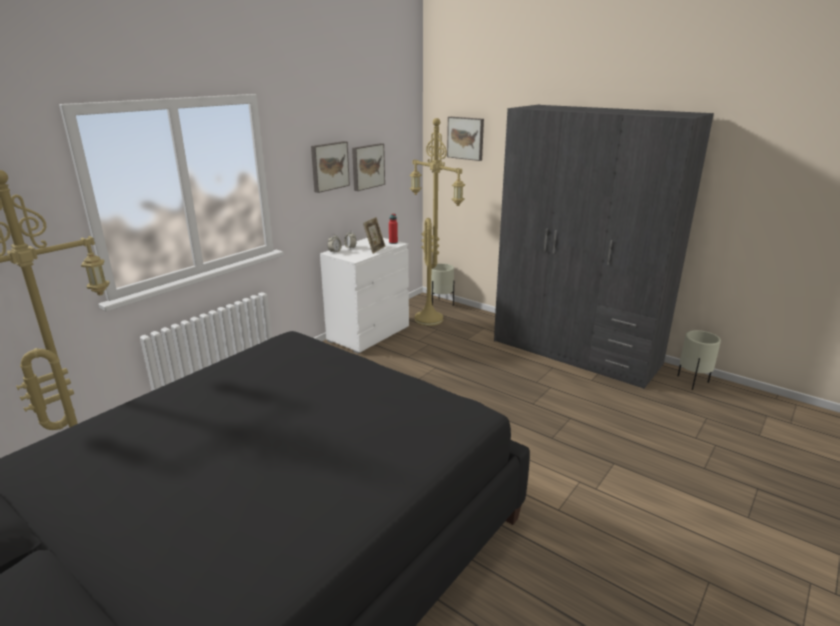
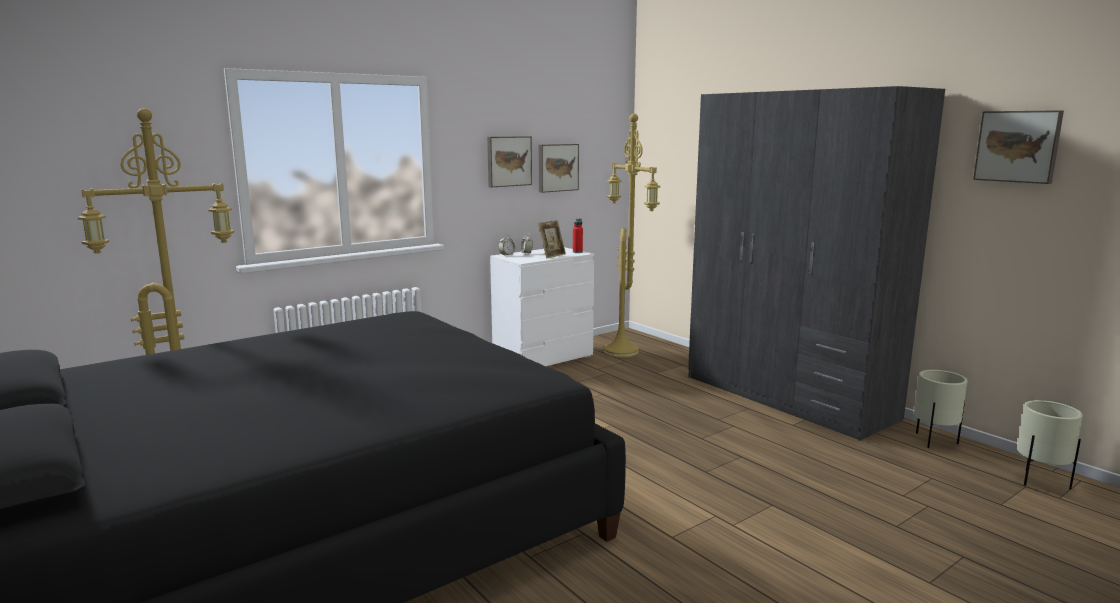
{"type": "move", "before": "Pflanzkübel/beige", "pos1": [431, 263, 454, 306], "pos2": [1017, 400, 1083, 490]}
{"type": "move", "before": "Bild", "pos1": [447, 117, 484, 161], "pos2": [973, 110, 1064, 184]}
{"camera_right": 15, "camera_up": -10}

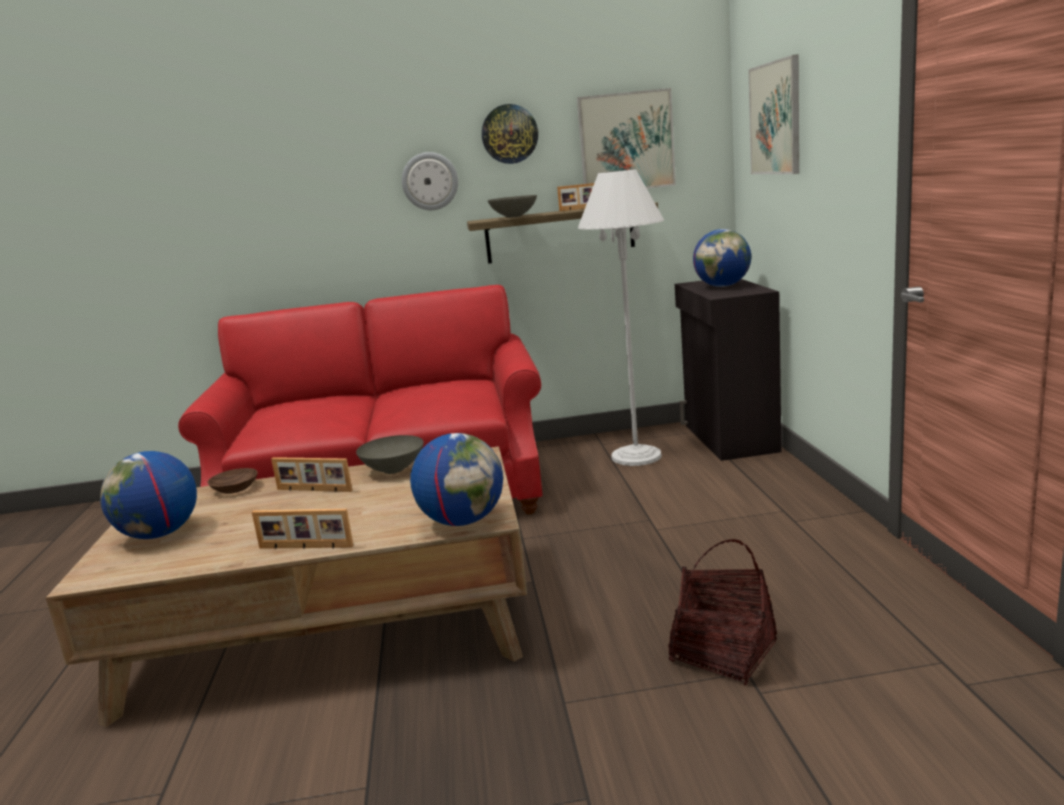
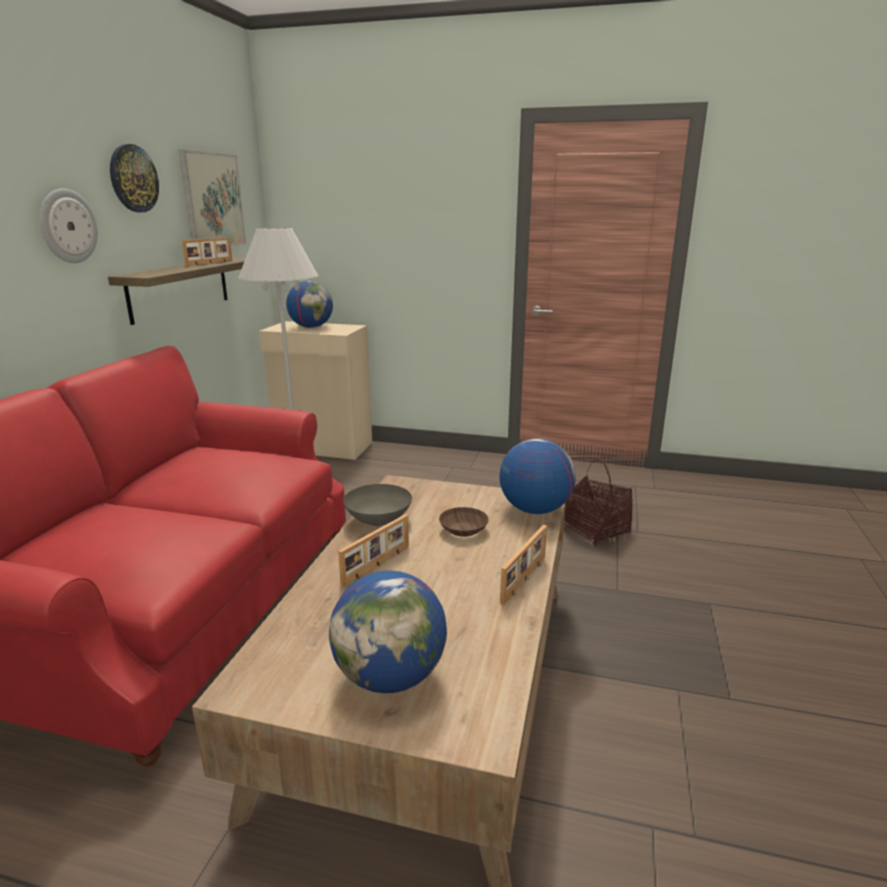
{"type": "delete", "before": "Schüssel/grau", "pos1": [488, 195, 537, 218]}
{"type": "delete", "before": "Bild", "pos1": [749, 54, 799, 174]}
{"type": "move", "before": "Schüssel/braun", "pos1": [207, 468, 258, 494], "pos2": [439, 507, 489, 537]}
{"type": "recolor", "before": "Schrank/schwarz", "after": "Schrank/beige", "pos1": [675, 279, 781, 461], "pos2": [259, 321, 372, 460]}
{"camera_right": -70, "camera_up": 5}

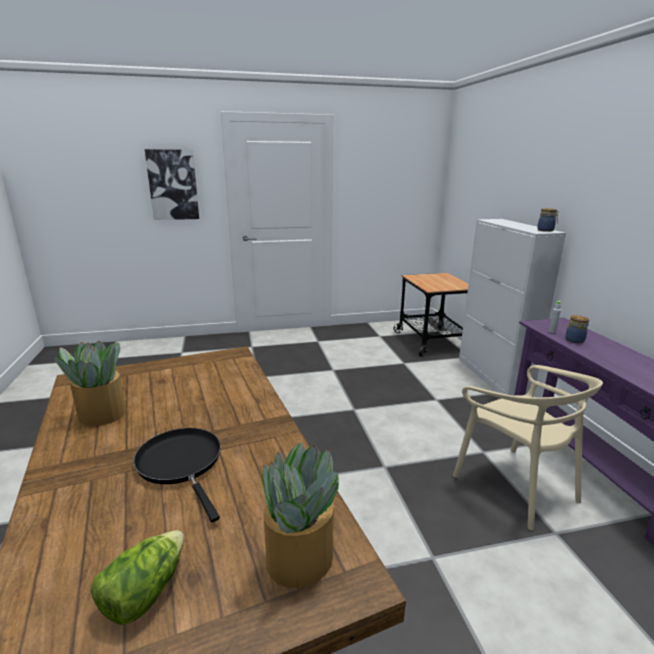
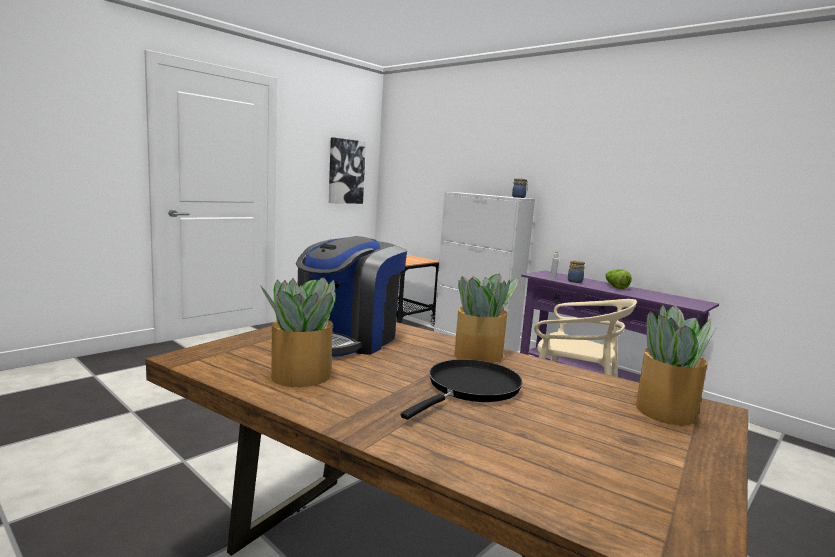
{"type": "insert", "after": "Kaffeemaschine", "pos2": [296, 236, 407, 357]}
{"type": "insert", "after": "Topfpflanze", "pos2": [454, 274, 518, 363]}
{"type": "move", "before": "Salatkopf", "pos1": [91, 530, 184, 625], "pos2": [606, 269, 632, 289]}
{"type": "move", "before": "Bild", "pos1": [145, 149, 199, 220], "pos2": [329, 137, 366, 204]}
{"type": "rotate", "before": "Pfanne/schwarz", "pos1": [133, 428, 221, 522], "pos2": [401, 359, 523, 420], "turn": 105}
{"camera_right": -35, "camera_up": -10}

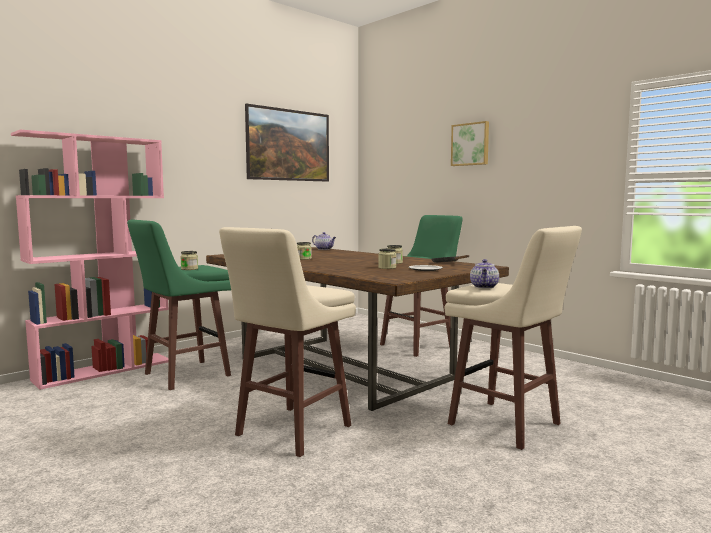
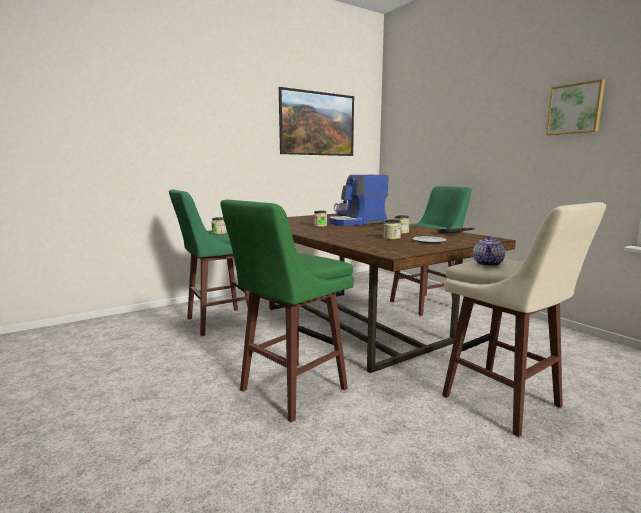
{"type": "delete", "before": "Bücherregal/rosa", "pos1": [11, 129, 169, 390]}
{"type": "insert", "after": "Kaffeemaschine", "pos2": [329, 175, 388, 226]}
{"type": "move", "before": "Bild", "pos1": [451, 121, 489, 166], "pos2": [546, 79, 605, 135]}
{"type": "recolor", "before": "Hocker/beige", "after": "Hocker/grün", "pos1": [219, 227, 356, 457], "pos2": [220, 200, 354, 423]}
{"camera_right": 10, "camera_up": 5}

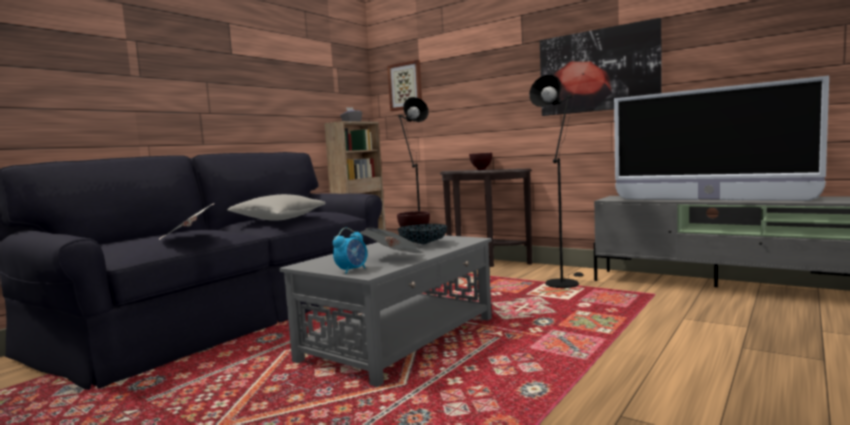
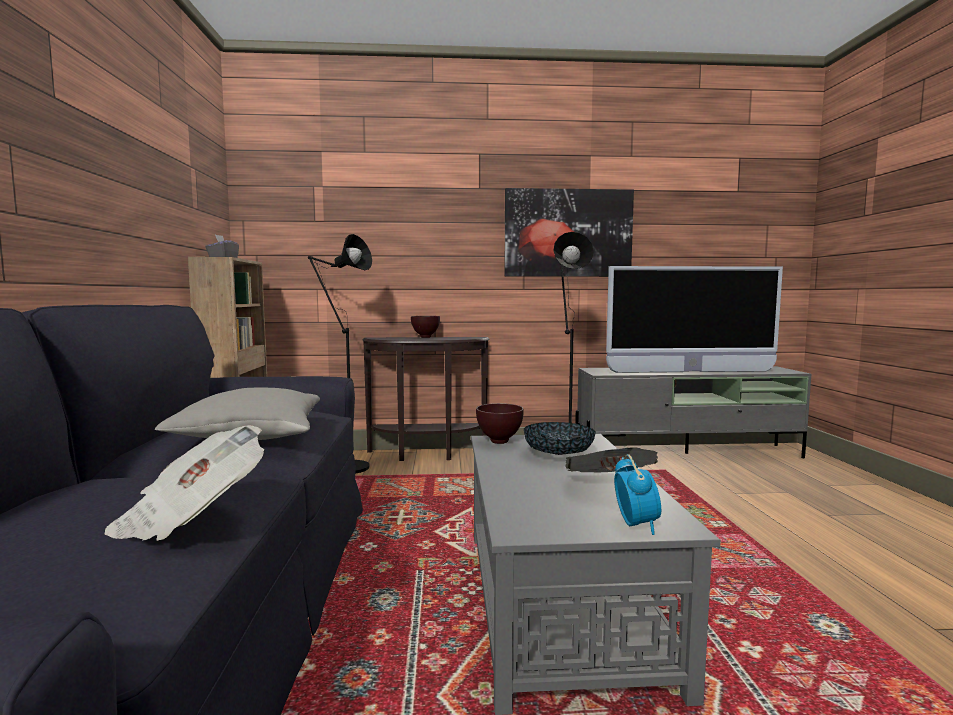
{"type": "delete", "before": "Bild", "pos1": [387, 60, 422, 111]}
{"camera_right": -40, "camera_up": 0}

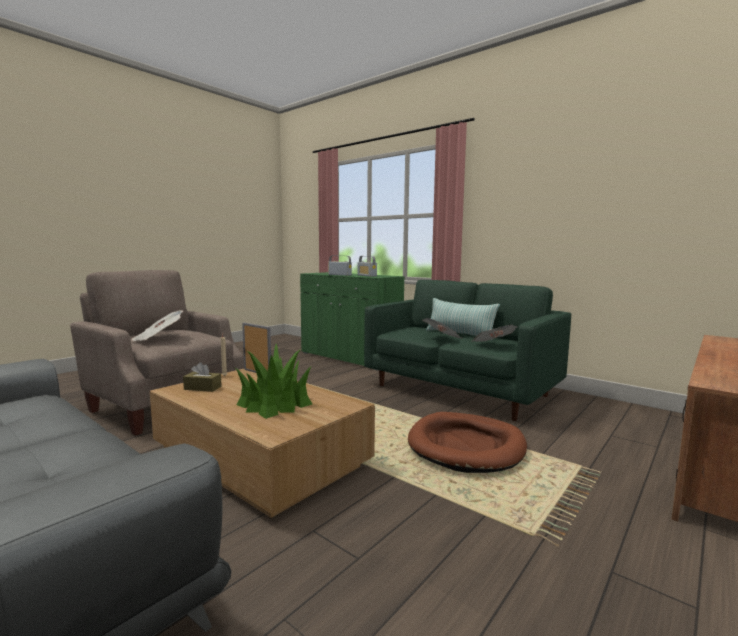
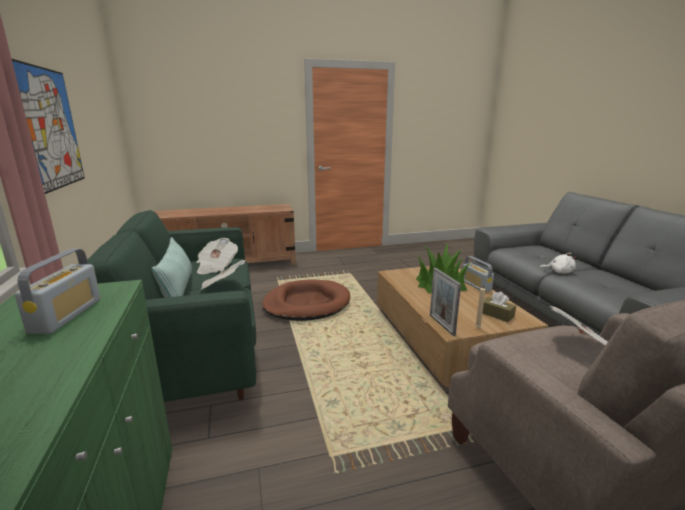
{"type": "insert", "after": "Bild", "pos2": [11, 58, 85, 194]}
{"type": "insert", "after": "Plüschtier/weiß", "pos2": [540, 253, 577, 273]}
{"type": "move", "before": "Radio", "pos1": [328, 256, 352, 276], "pos2": [462, 256, 494, 292]}
{"camera_right": -145, "camera_up": 10}

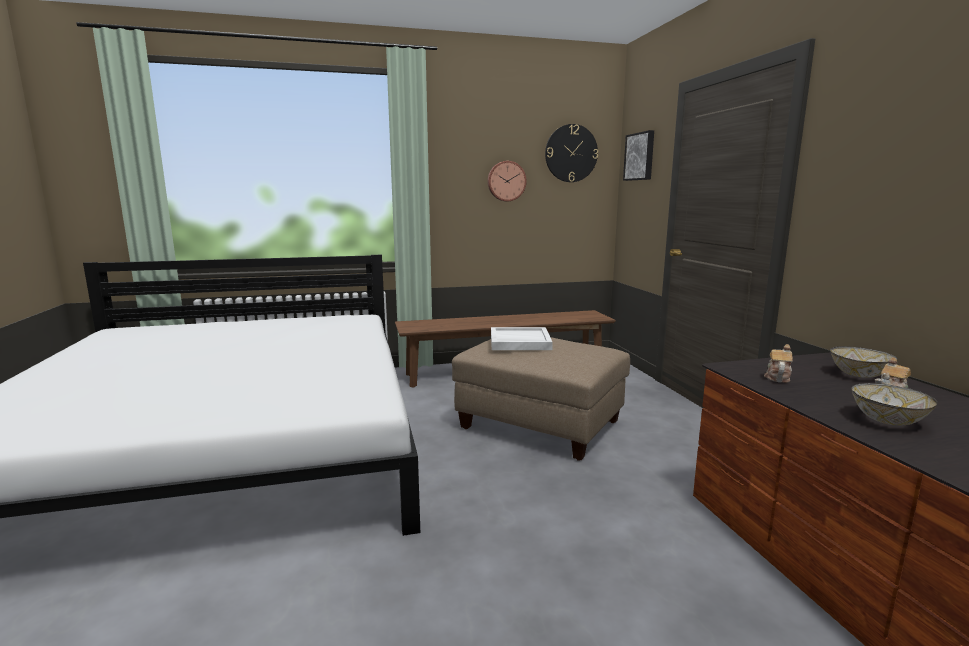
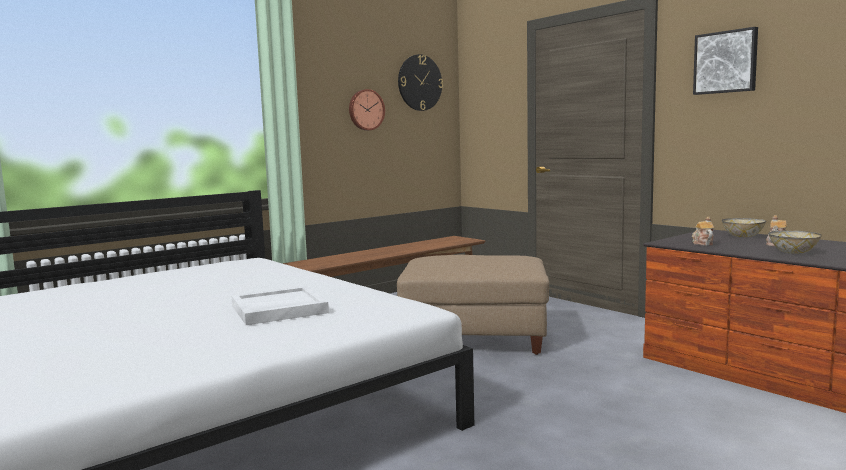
{"type": "move", "before": "Tablett/weiß", "pos1": [491, 327, 553, 350], "pos2": [231, 286, 329, 325]}
{"type": "move", "before": "Bild", "pos1": [623, 130, 654, 181], "pos2": [693, 27, 758, 95]}
{"camera_right": -25, "camera_up": -5}

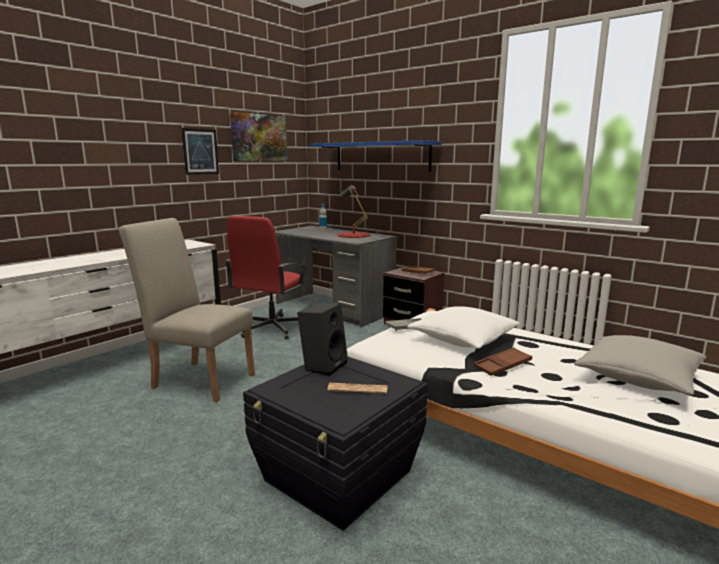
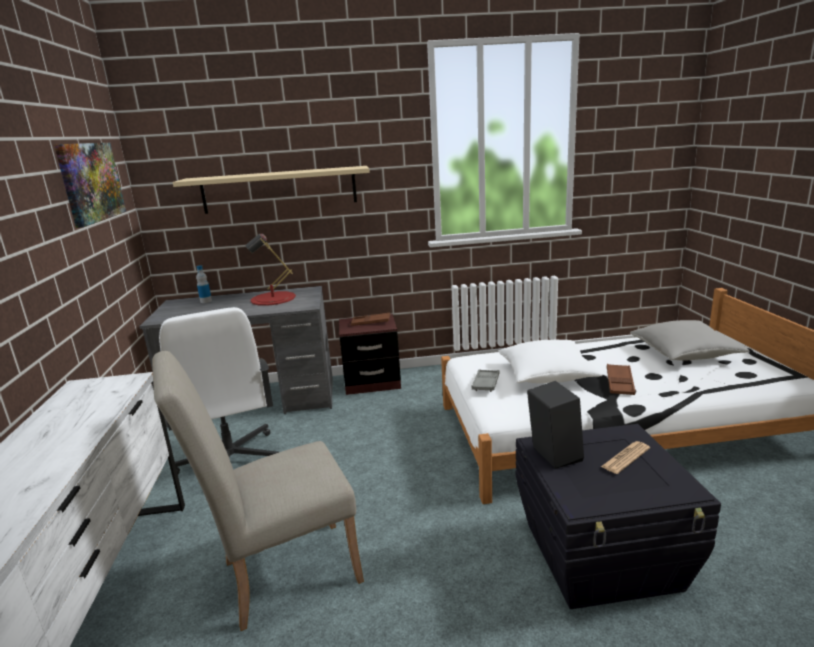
{"type": "delete", "before": "Bild", "pos1": [181, 128, 219, 175]}
{"type": "recolor", "before": "Bürostuhl/rot", "after": "Bürostuhl/weiß", "pos1": [225, 216, 308, 339], "pos2": [159, 307, 279, 474]}
{"type": "recolor", "before": "Wandregal/blau", "after": "Wandregal/beige", "pos1": [310, 140, 442, 171], "pos2": [173, 166, 370, 214]}
{"camera_right": -45, "camera_up": 5}

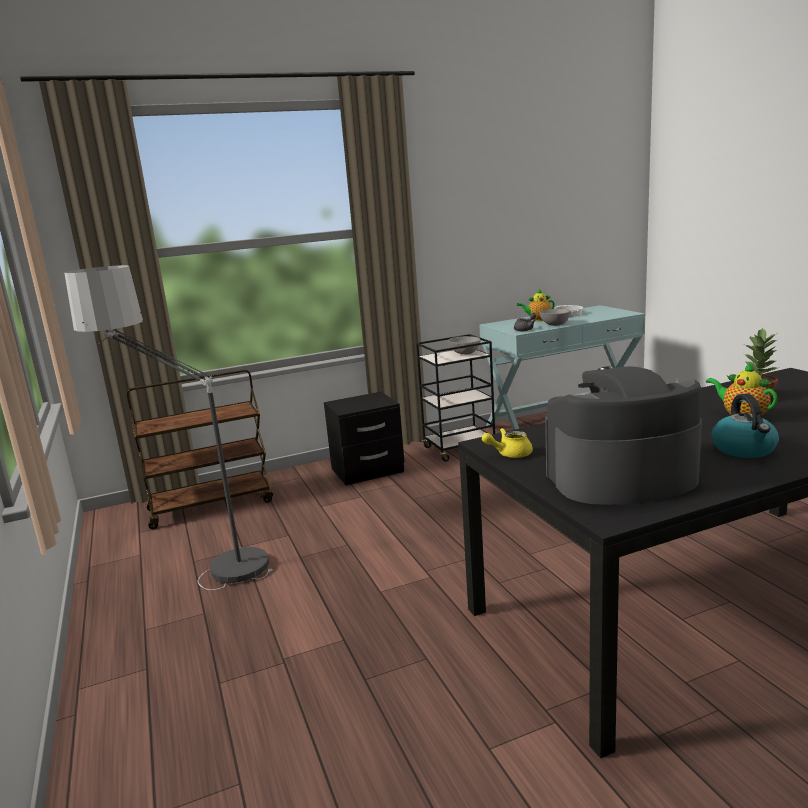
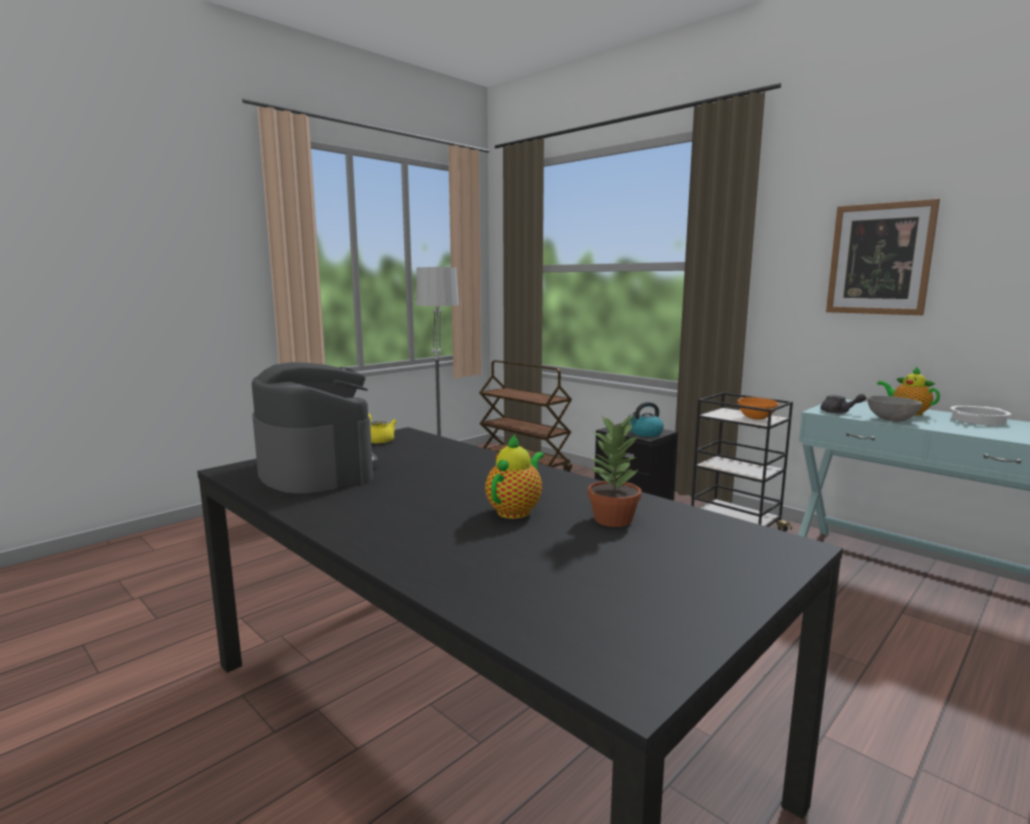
{"type": "insert", "after": "Bild", "pos2": [826, 199, 940, 315]}
{"type": "move", "before": "Wasserkessel", "pos1": [712, 394, 779, 458], "pos2": [628, 402, 664, 437]}
{"type": "recolor", "before": "Schüssel/grau", "after": "Schüssel/orange", "pos1": [448, 336, 481, 354], "pos2": [738, 397, 779, 420]}
{"camera_right": 65, "camera_up": -5}

